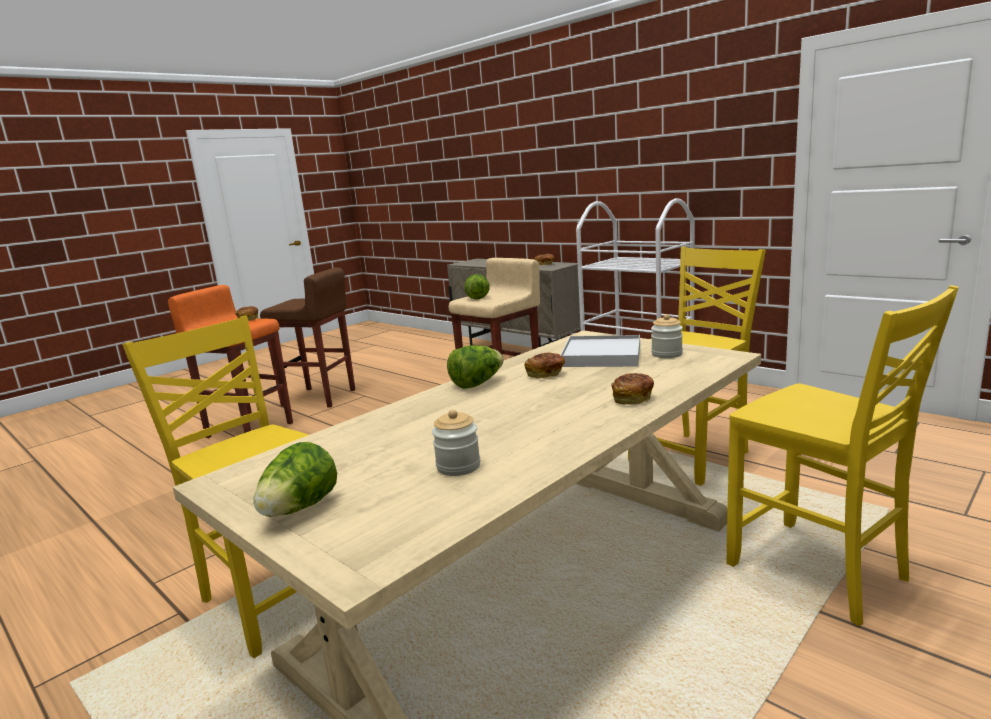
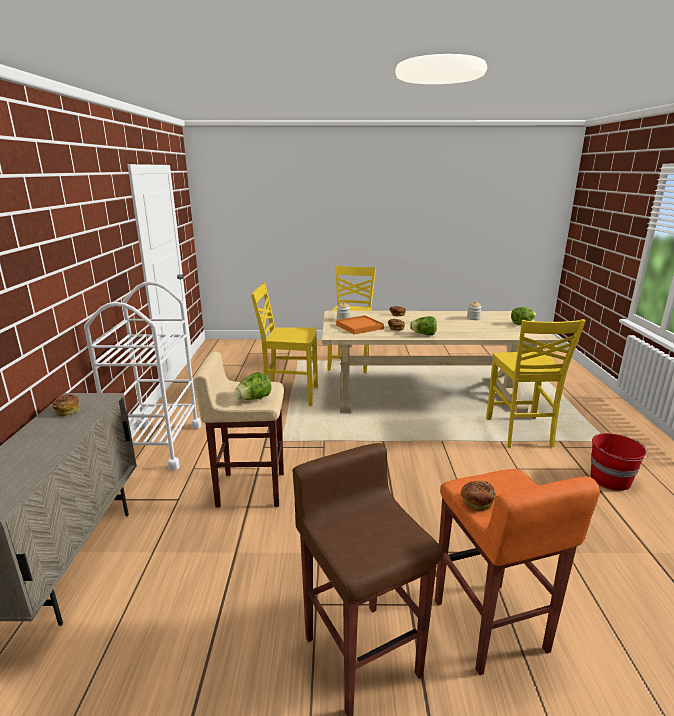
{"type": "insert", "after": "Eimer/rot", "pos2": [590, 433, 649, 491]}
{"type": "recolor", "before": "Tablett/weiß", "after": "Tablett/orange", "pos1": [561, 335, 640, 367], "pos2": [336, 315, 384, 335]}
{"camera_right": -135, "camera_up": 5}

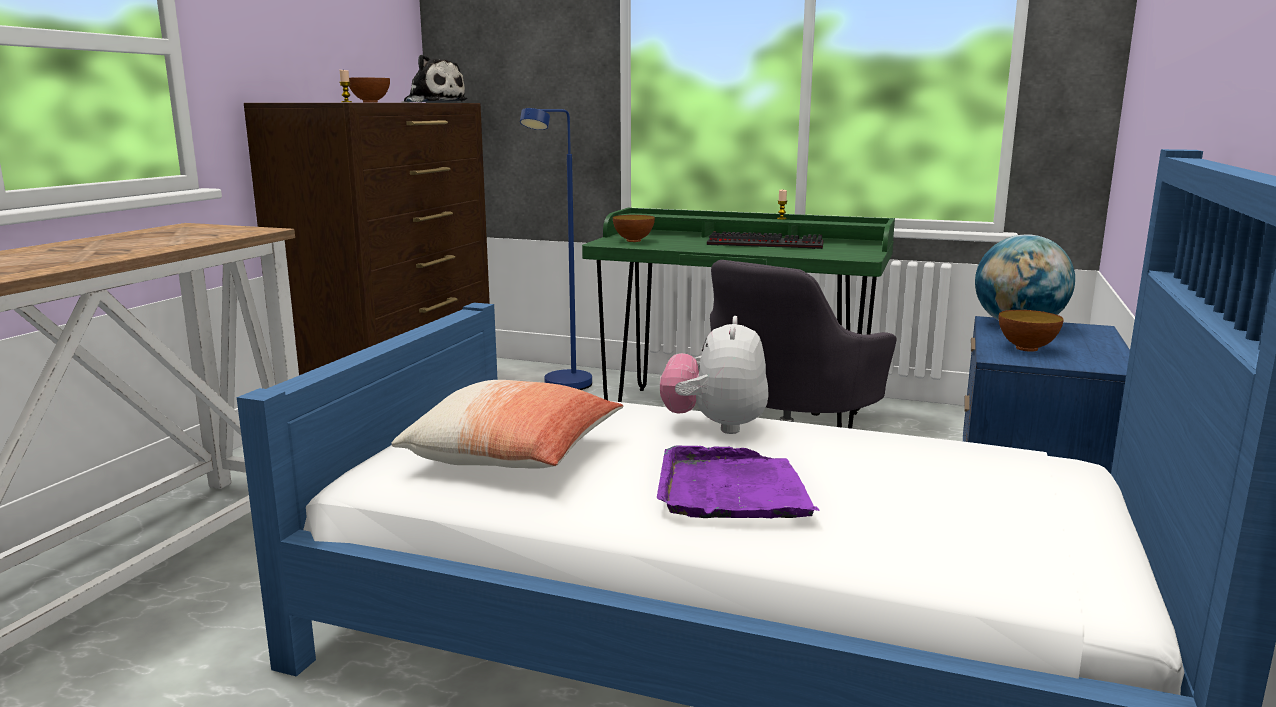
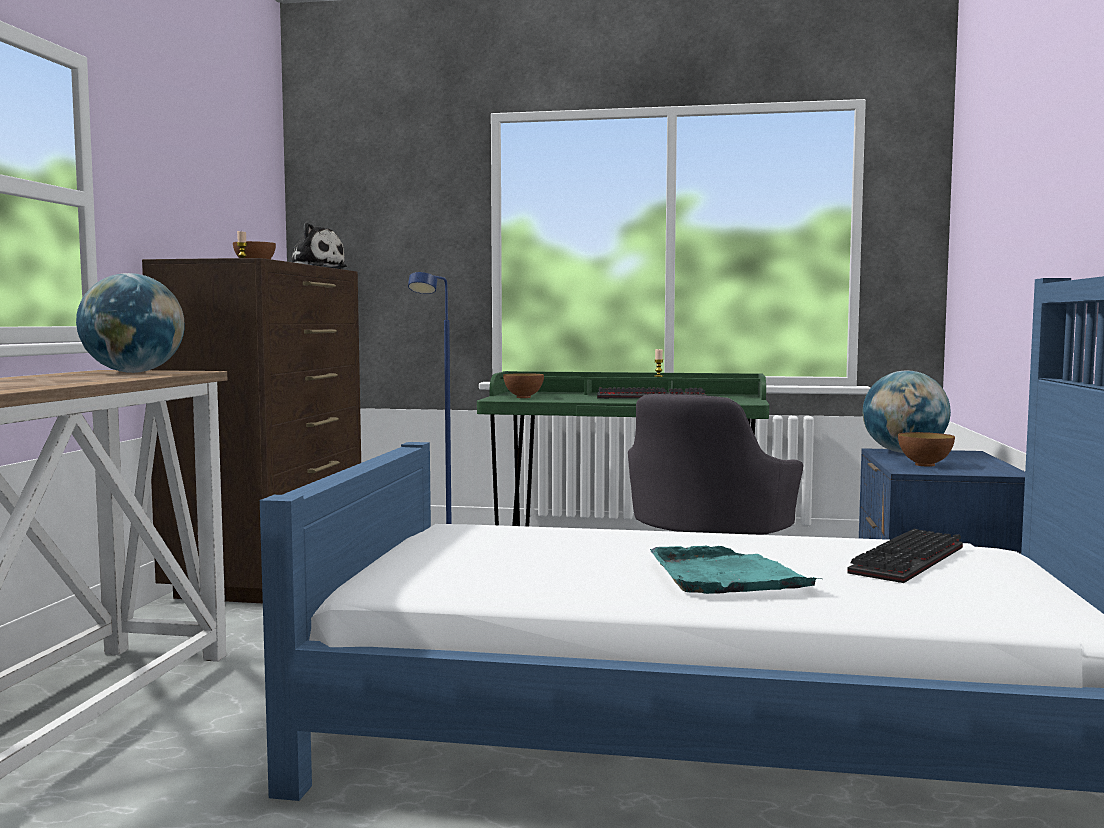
{"type": "delete", "before": "Kissen", "pos1": [391, 380, 624, 469]}
{"type": "delete", "before": "Plüschtier", "pos1": [660, 316, 769, 434]}
{"type": "insert", "after": "Globus", "pos2": [76, 273, 185, 373]}
{"type": "insert", "after": "Tastatur", "pos2": [847, 529, 963, 583]}
{"type": "recolor", "before": "Tablett/lila", "after": "Tablett/türkis", "pos1": [657, 445, 820, 518], "pos2": [650, 545, 821, 594]}
{"camera_right": -10, "camera_up": -10}

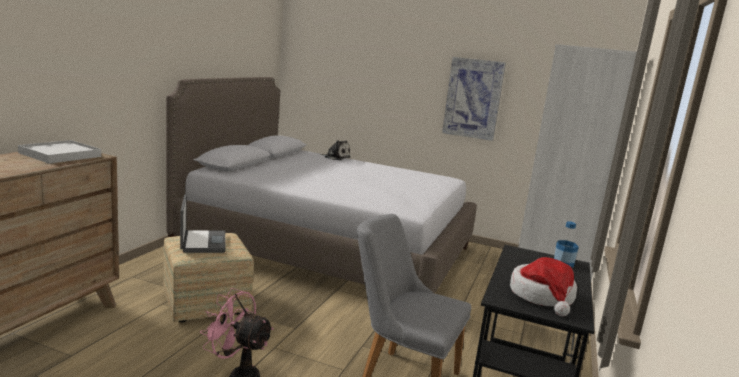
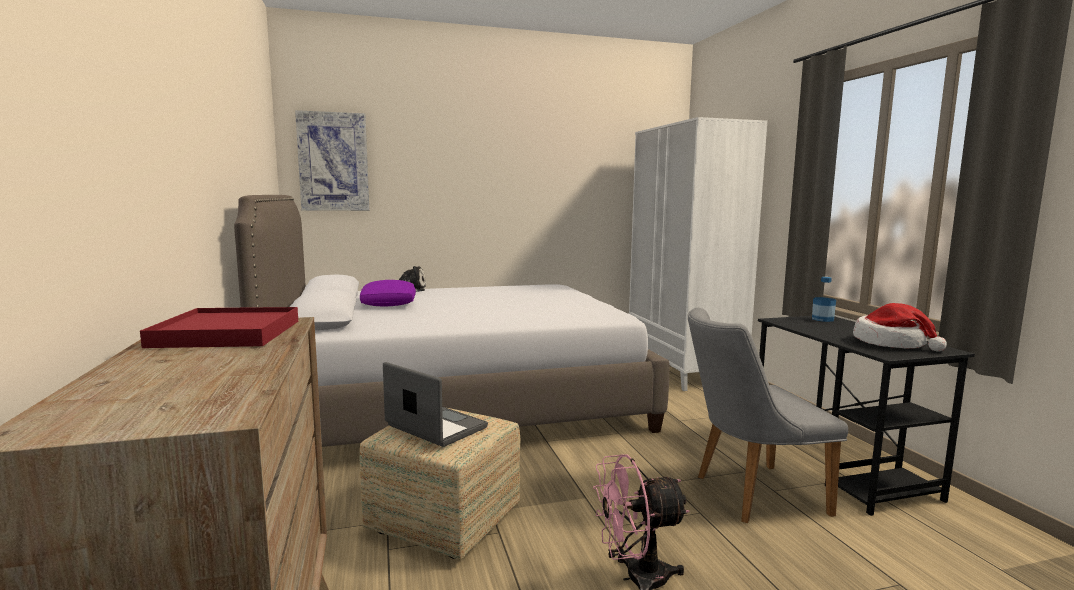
{"type": "insert", "after": "Kissen/lila", "pos2": [360, 280, 416, 306]}
{"type": "move", "before": "Bild", "pos1": [442, 57, 506, 141], "pos2": [295, 110, 370, 211]}
{"type": "recolor", "before": "Tablett/weiß", "after": "Tablett/rot", "pos1": [18, 140, 101, 164], "pos2": [140, 307, 298, 348]}
{"camera_right": -35, "camera_up": -5}

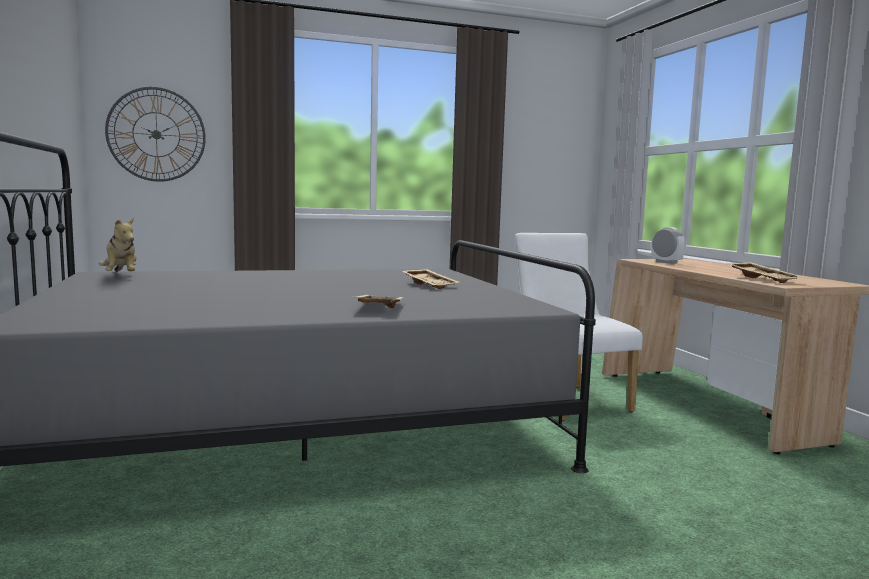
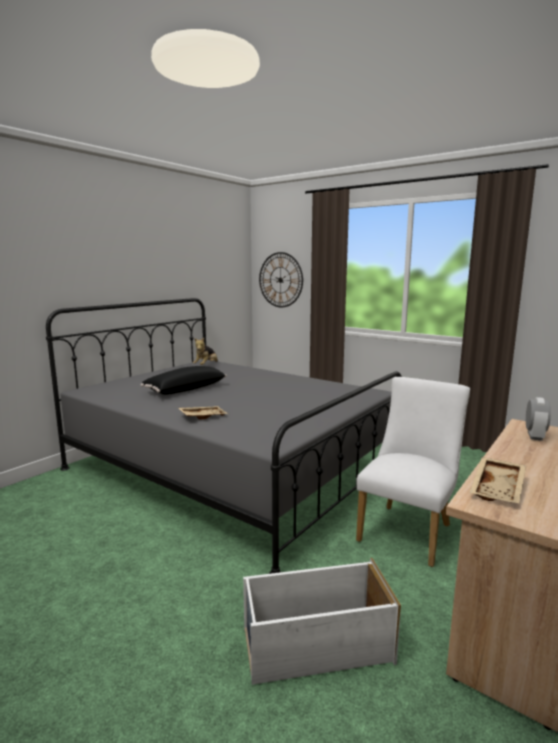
{"type": "delete", "before": "Tablett/beige", "pos1": [402, 269, 459, 289]}
{"type": "insert", "after": "Kissen/schwarz", "pos2": [141, 366, 227, 395]}
{"type": "insert", "after": "Aufbewahrungsbox/weiß", "pos2": [243, 558, 401, 685]}
{"camera_right": 55, "camera_up": 5}

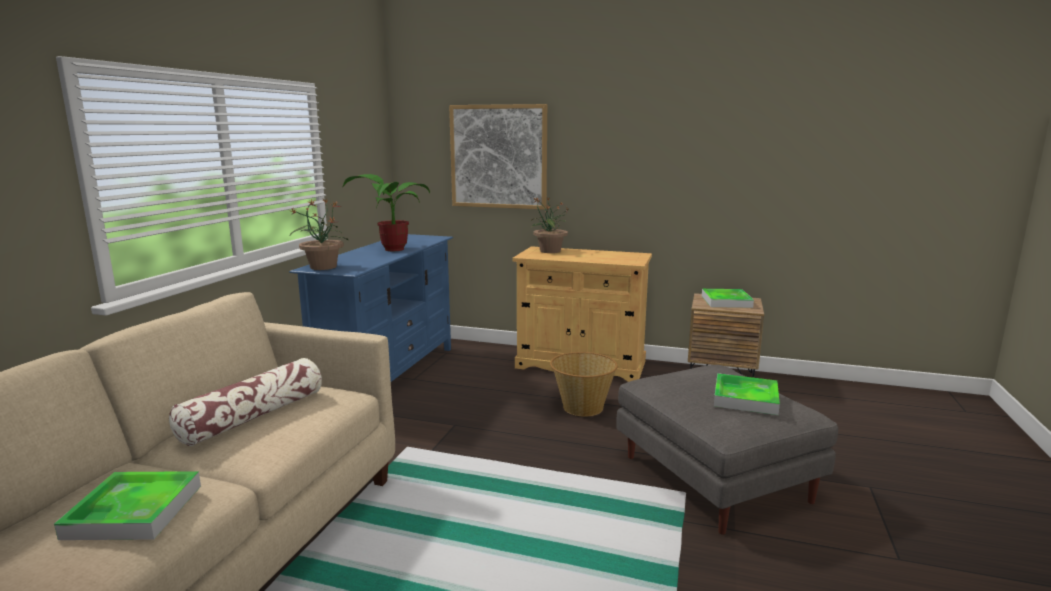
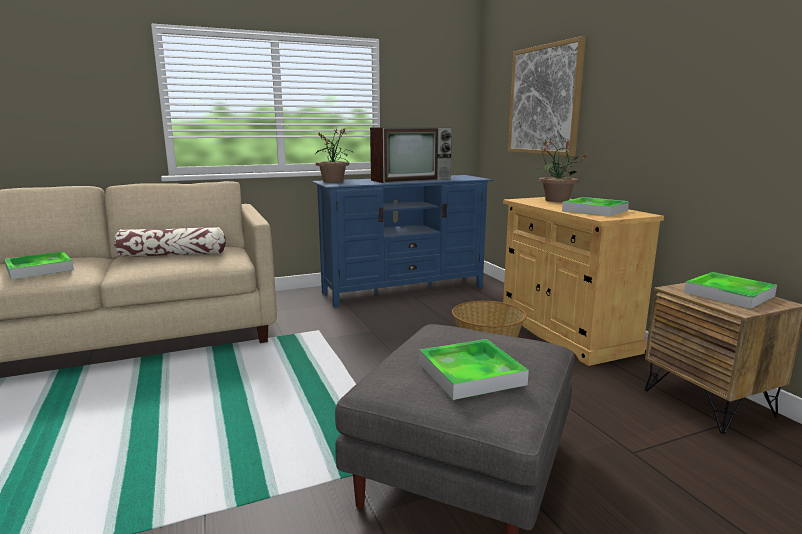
{"type": "insert", "after": "Tablett", "pos2": [562, 197, 629, 217]}
{"type": "replace", "before": "Topfpflanze", "after": "Fernseher", "pos1": [342, 174, 430, 251], "pos2": [370, 127, 452, 183]}
{"camera_right": 50, "camera_up": 0}

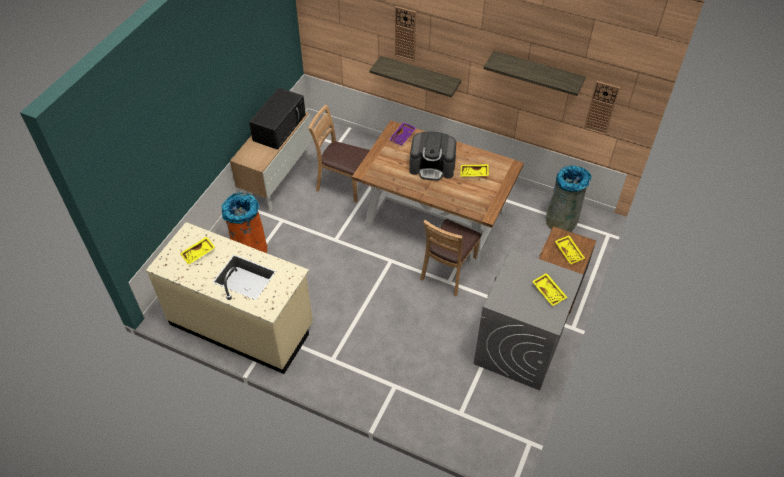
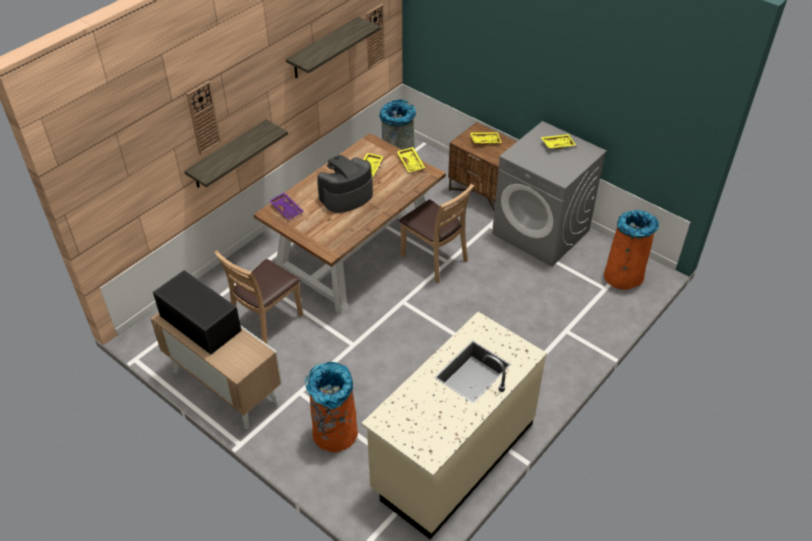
{"type": "insert", "after": "Mülleimer/orange", "pos2": [604, 210, 659, 290]}
{"type": "move", "before": "Tablett/gelb", "pos1": [180, 236, 216, 265], "pos2": [397, 147, 425, 173]}
{"type": "rotate", "before": "Kaffeemaschine", "pos1": [409, 132, 456, 181], "pos2": [317, 155, 373, 213], "turn": -150}
{"camera_right": -75, "camera_up": -5}

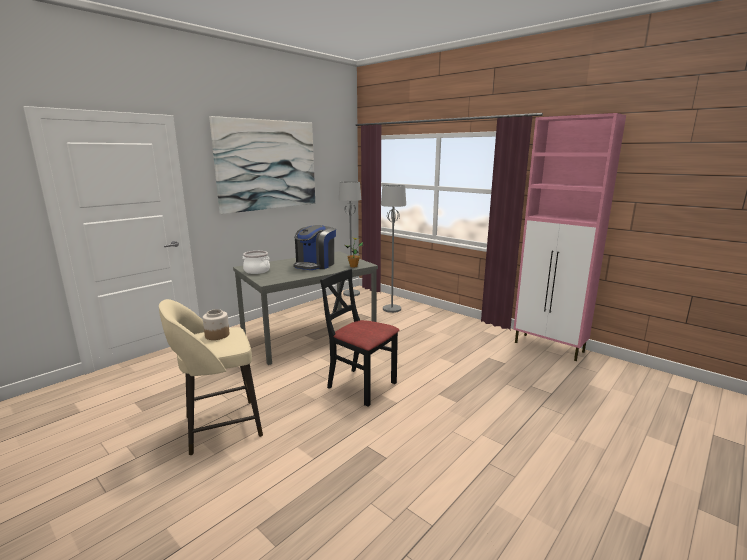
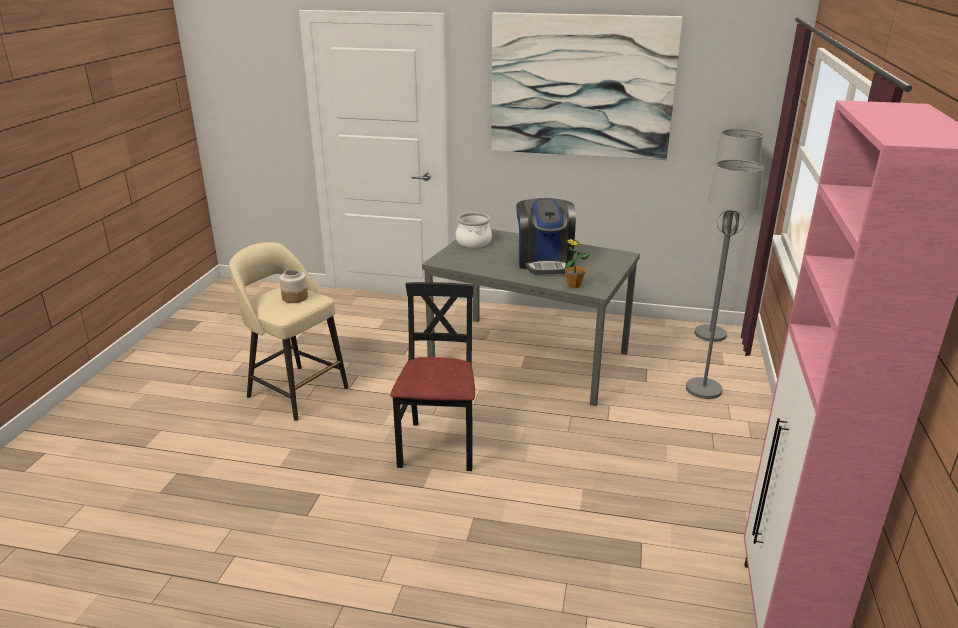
{"type": "rotate", "before": "Kaffeemaschine", "pos1": [293, 225, 336, 270], "pos2": [516, 198, 576, 274], "turn": -90}
{"camera_right": 60, "camera_up": 10}

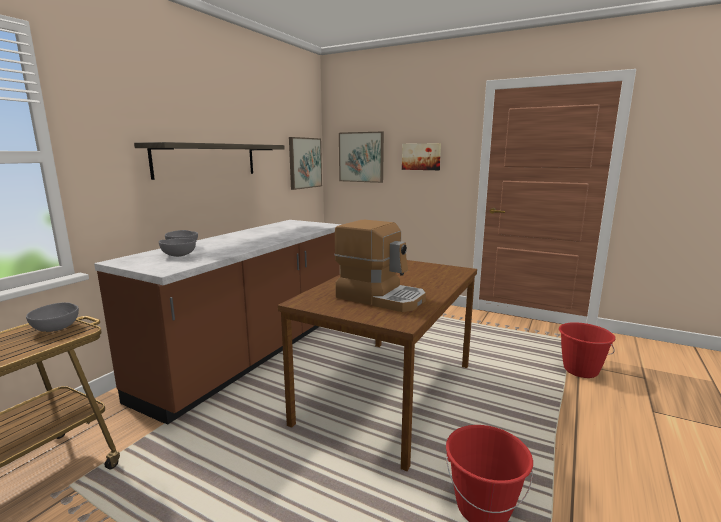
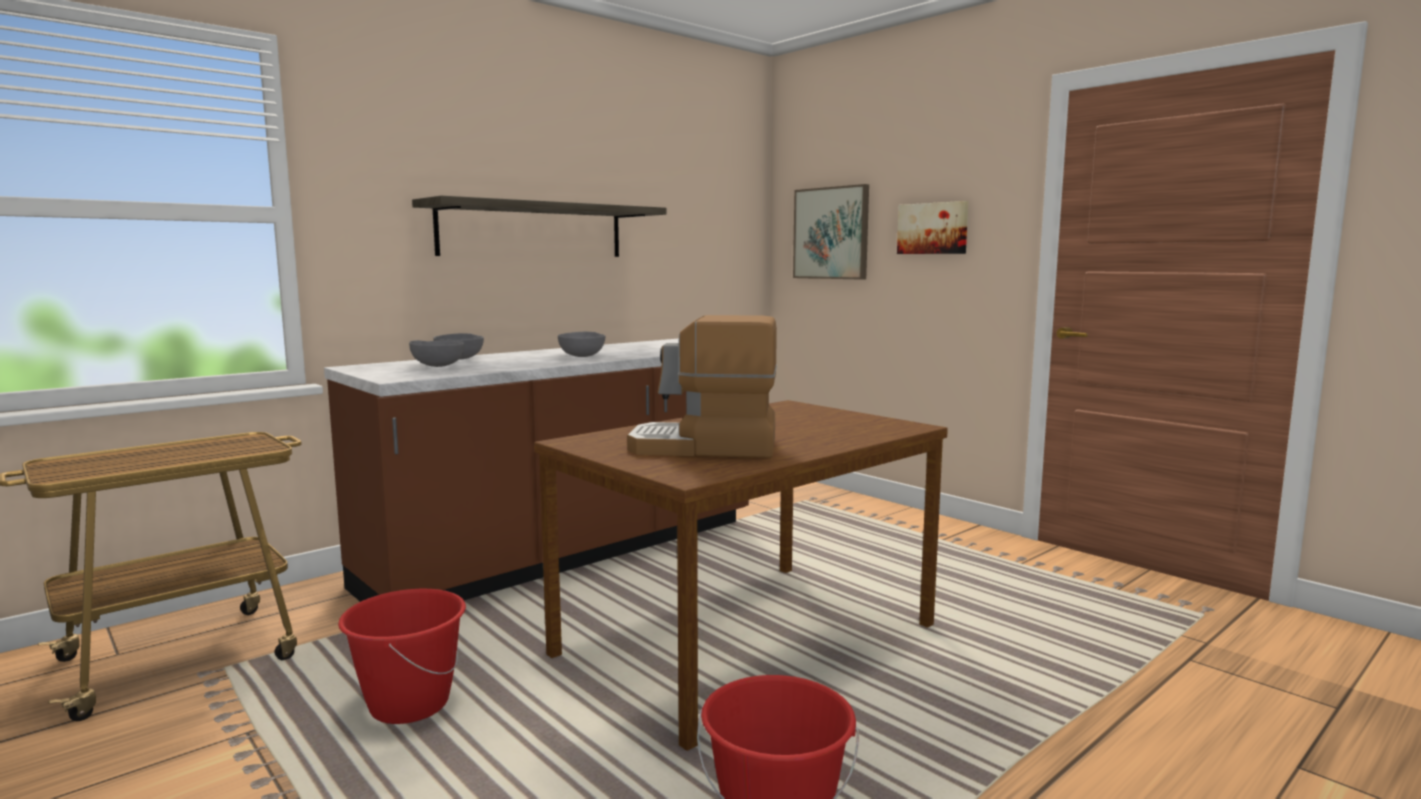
{"type": "delete", "before": "Bild", "pos1": [289, 137, 322, 190]}
{"type": "move", "before": "Schüssel/grau", "pos1": [26, 302, 79, 332], "pos2": [558, 332, 605, 357]}
{"type": "move", "before": "Eimer/rot", "pos1": [559, 322, 616, 378], "pos2": [338, 589, 466, 724]}
{"type": "rotate", "before": "Kaffeemaschine", "pos1": [335, 220, 426, 312], "pos2": [627, 315, 777, 458], "turn": 135}
{"camera_right": 20, "camera_up": -5}

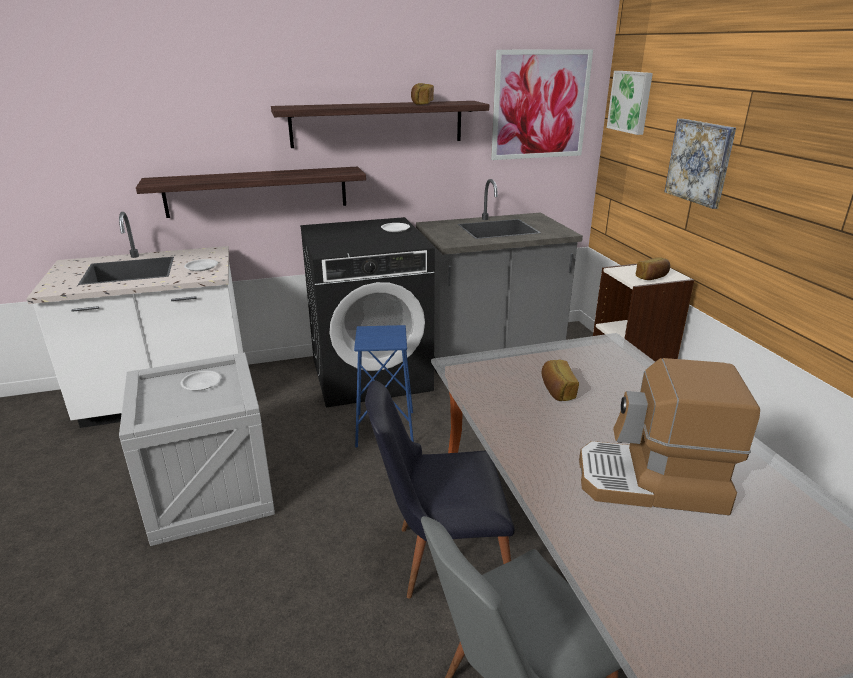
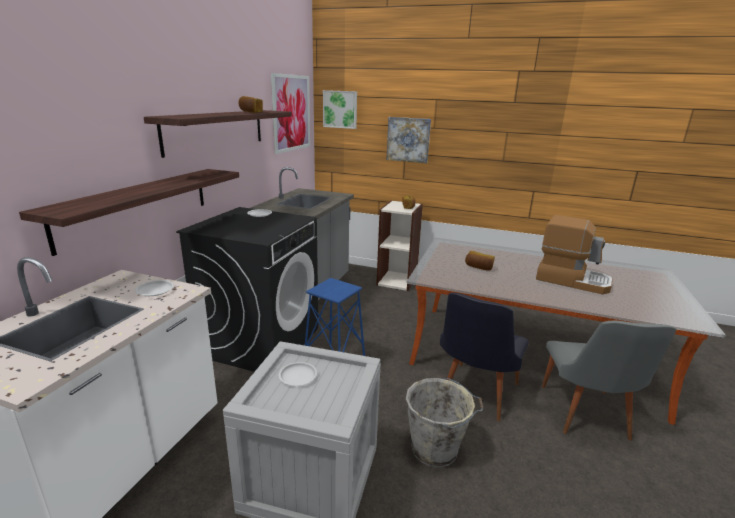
{"type": "insert", "after": "Eimer/grau", "pos2": [406, 378, 484, 468]}
{"type": "rotate", "before": "Kaffeemaschine", "pos1": [579, 358, 760, 515], "pos2": [536, 215, 613, 294], "turn": -105}
{"camera_right": -55, "camera_up": -5}

